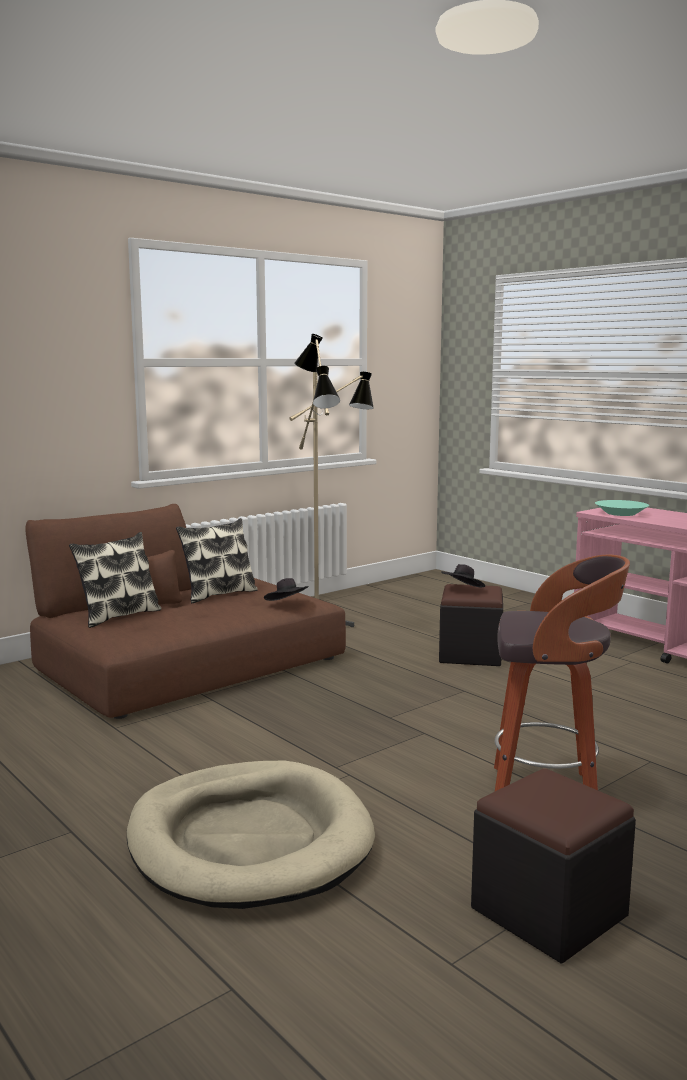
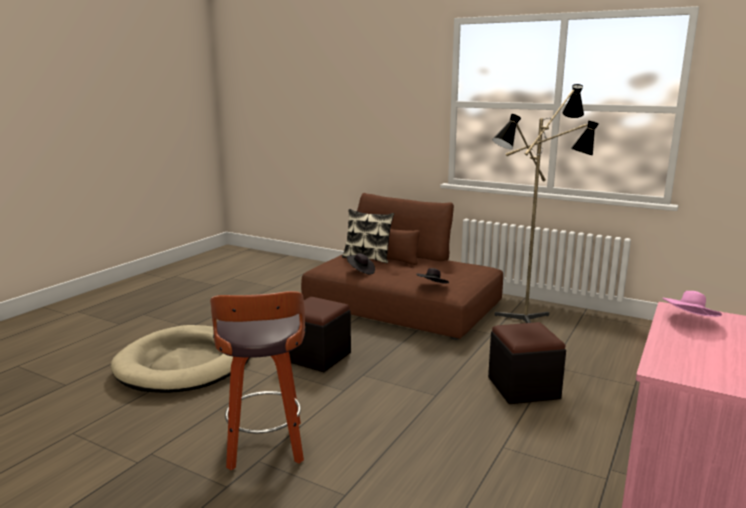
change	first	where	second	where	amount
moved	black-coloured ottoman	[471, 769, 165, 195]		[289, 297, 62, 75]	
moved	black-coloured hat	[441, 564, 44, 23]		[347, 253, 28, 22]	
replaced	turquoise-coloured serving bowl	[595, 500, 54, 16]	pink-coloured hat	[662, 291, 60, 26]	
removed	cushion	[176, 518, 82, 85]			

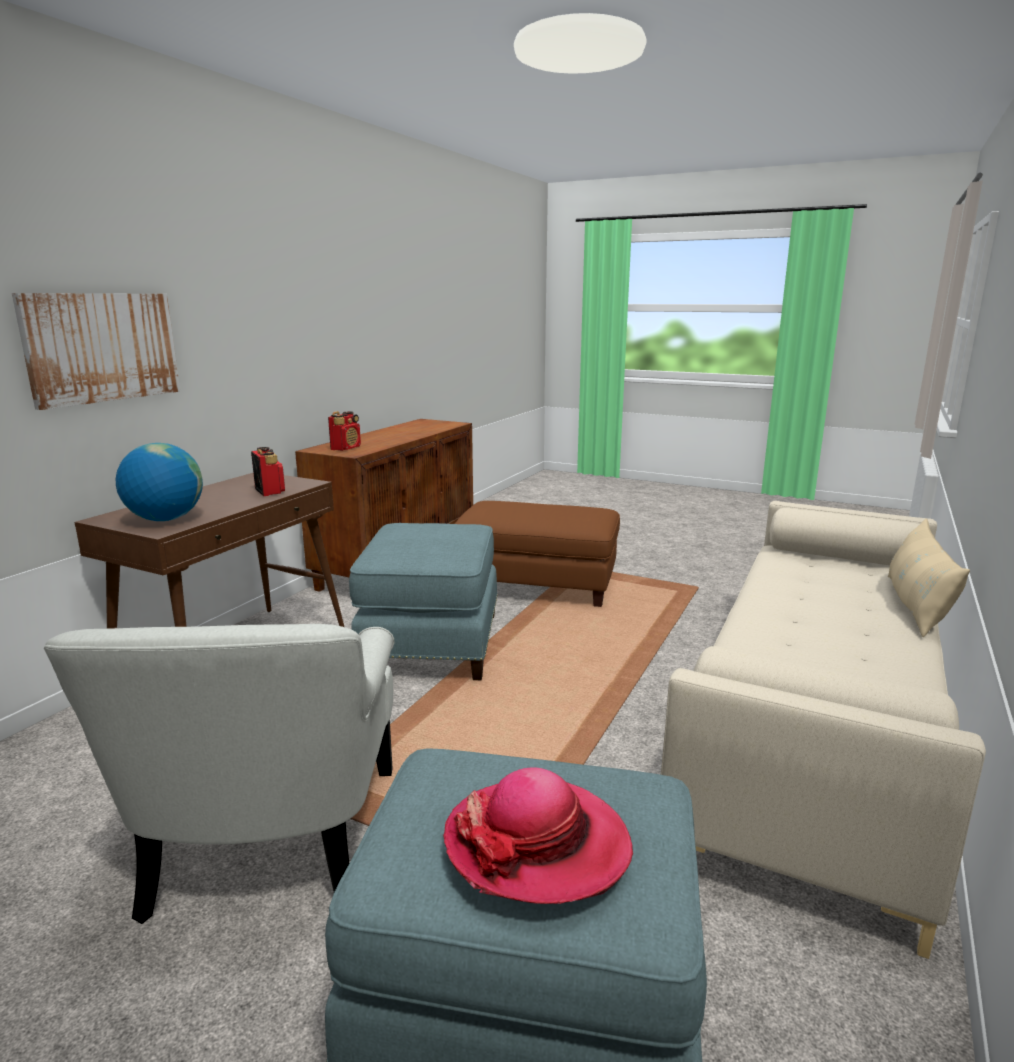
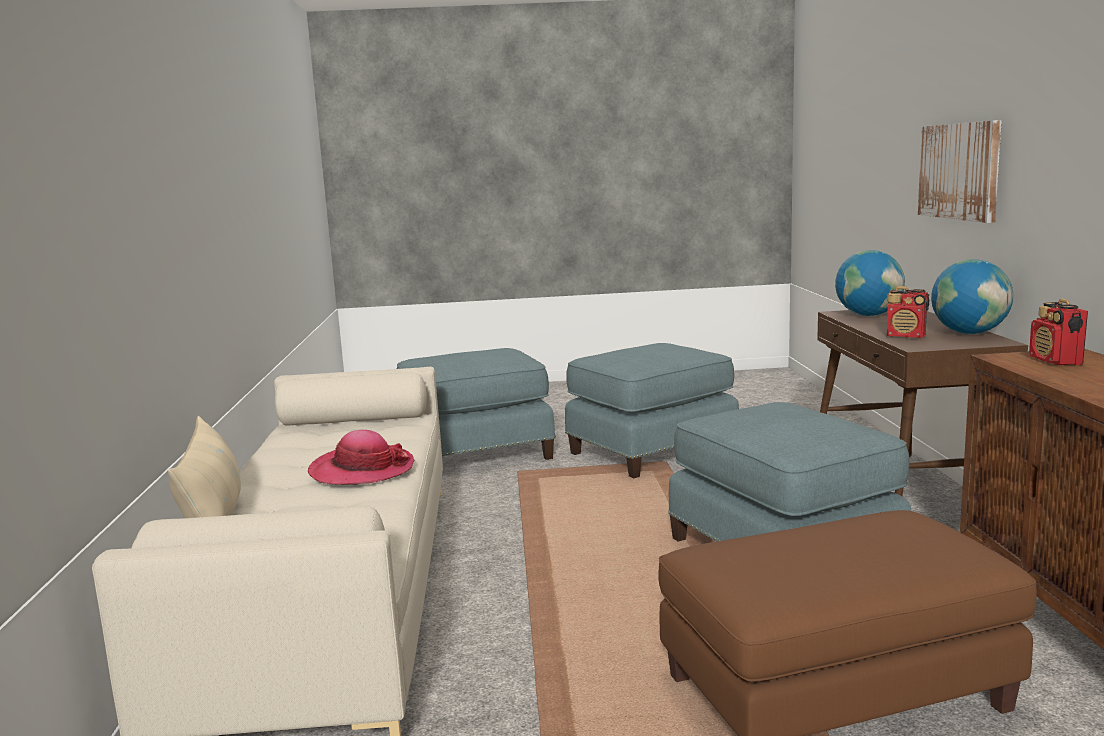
change	first	where	second	where	amount
moved	hat	[443, 768, 190, 136]		[308, 430, 106, 55]	
replaced	white easy chair	[44, 624, 350, 300]	blue ottoman	[565, 343, 174, 135]	
added			desk globe	[931, 259, 83, 75]	

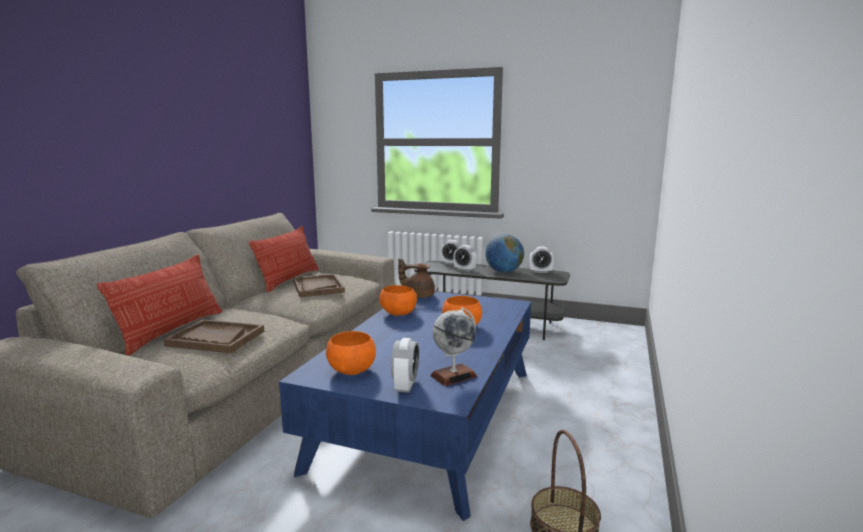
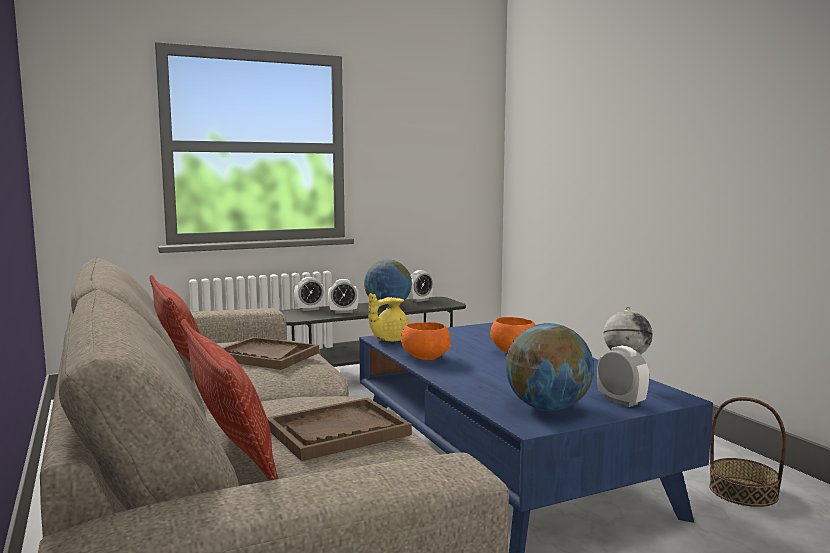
change	first	where	second	where	amount
recoloured	brown-coloured tea pot	[398, 258, 37, 40]	yellowish tea pot	[369, 293, 41, 49]	
replaced	orange serving bowl	[326, 331, 50, 44]	desk globe	[505, 323, 89, 88]	

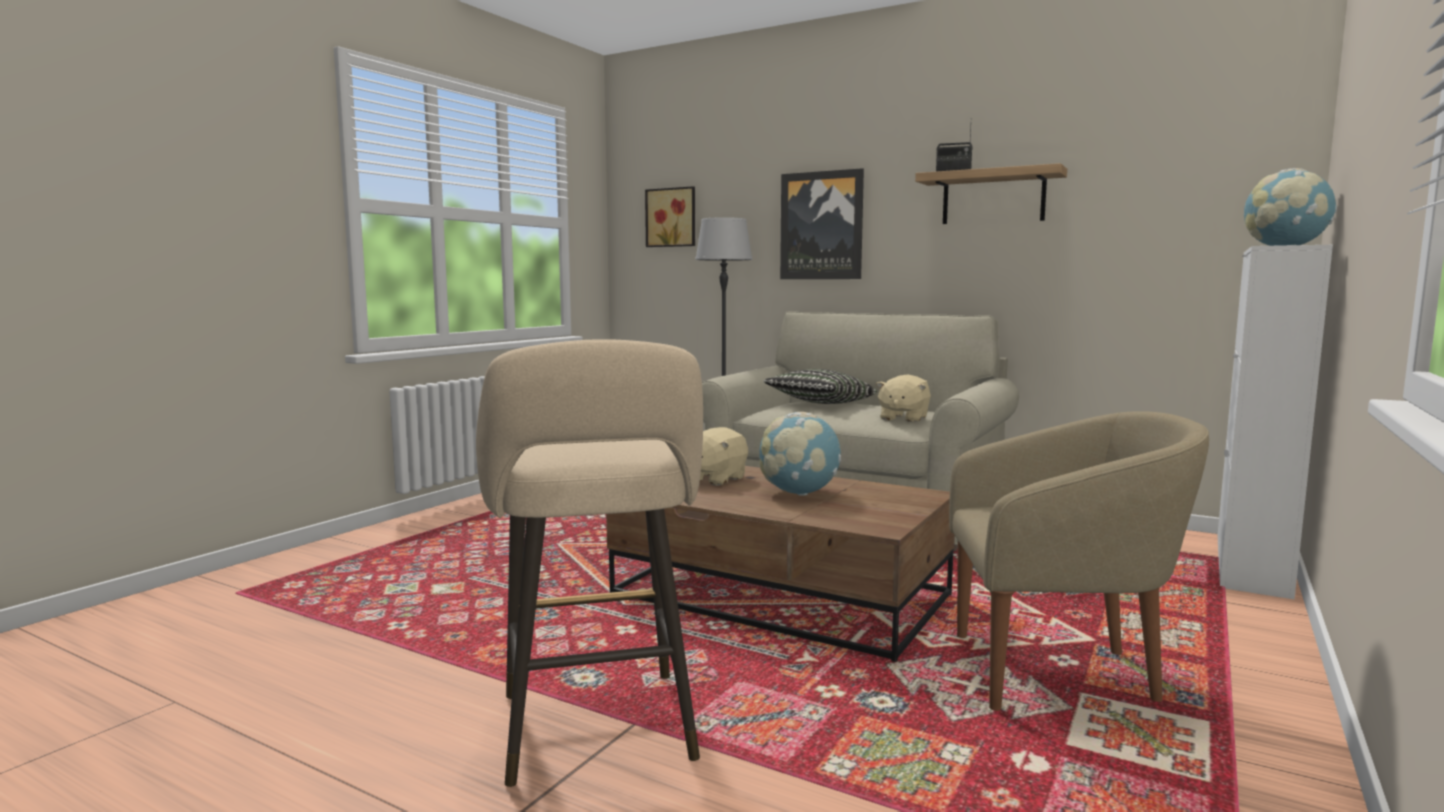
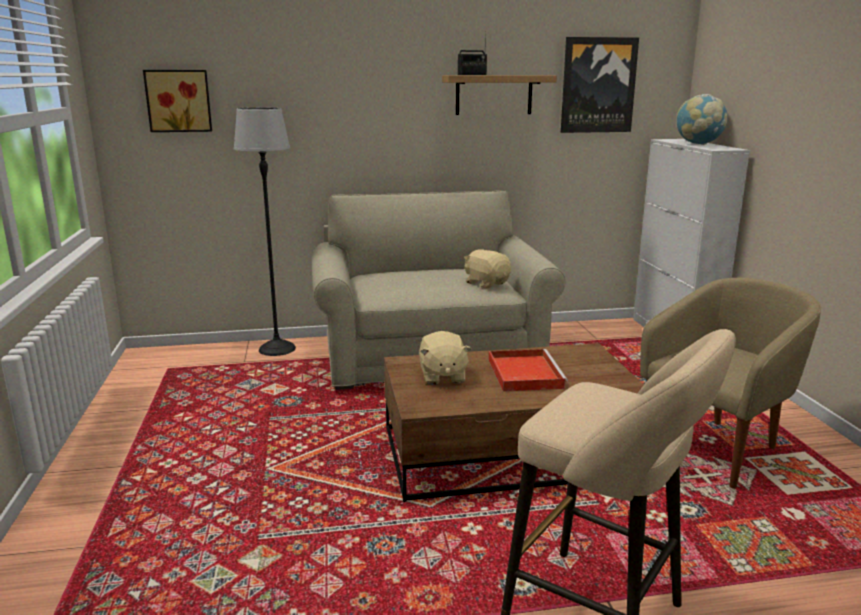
change	first	where	second	where	amount
turned	sand-coloured cuddly toy	[876, 374, 55, 48]		[464, 250, 47, 38]	150 degrees clockwise
replaced	desk globe	[760, 412, 81, 84]	red-coloured carrying tray	[489, 349, 79, 43]	
moved	wall picture	[780, 168, 84, 111]		[561, 37, 78, 96]	
removed	cushion	[763, 369, 114, 35]			

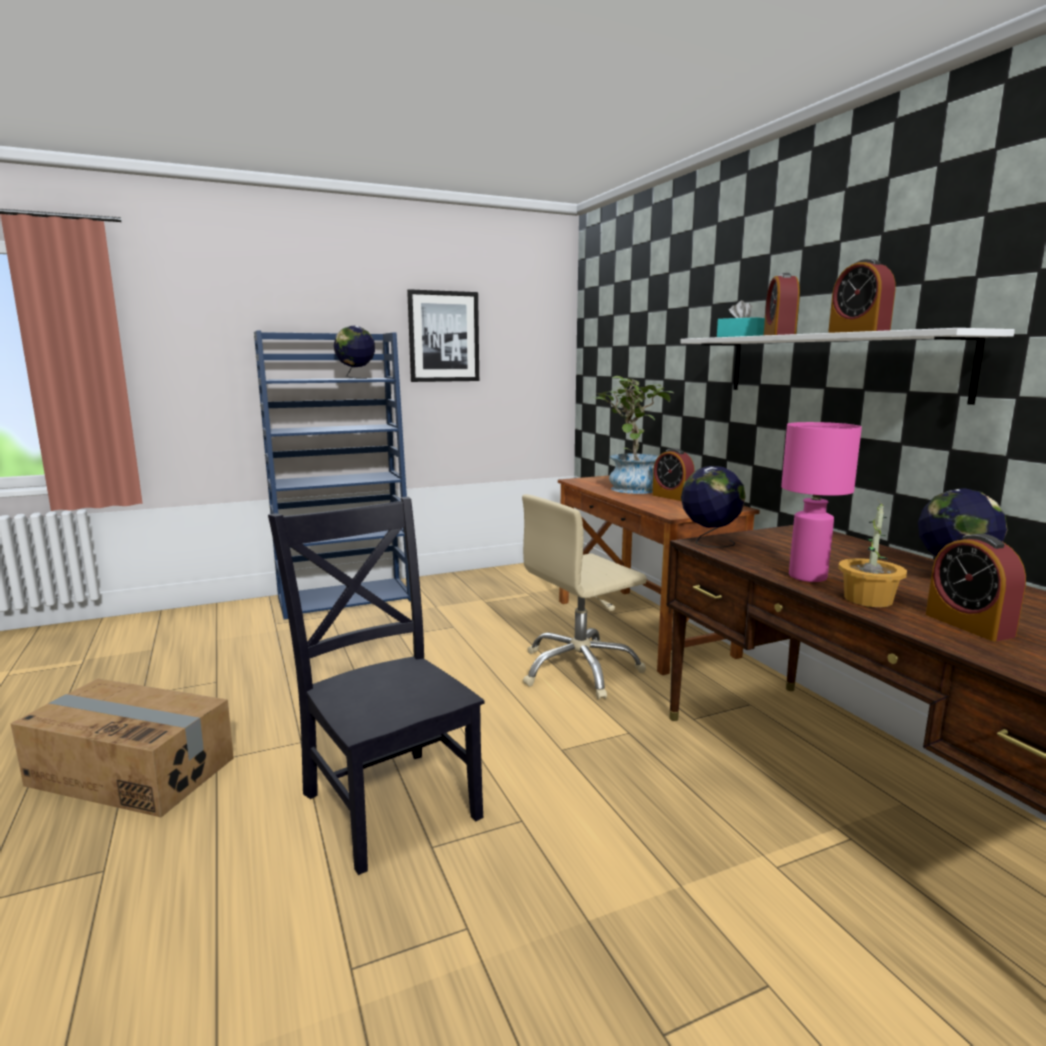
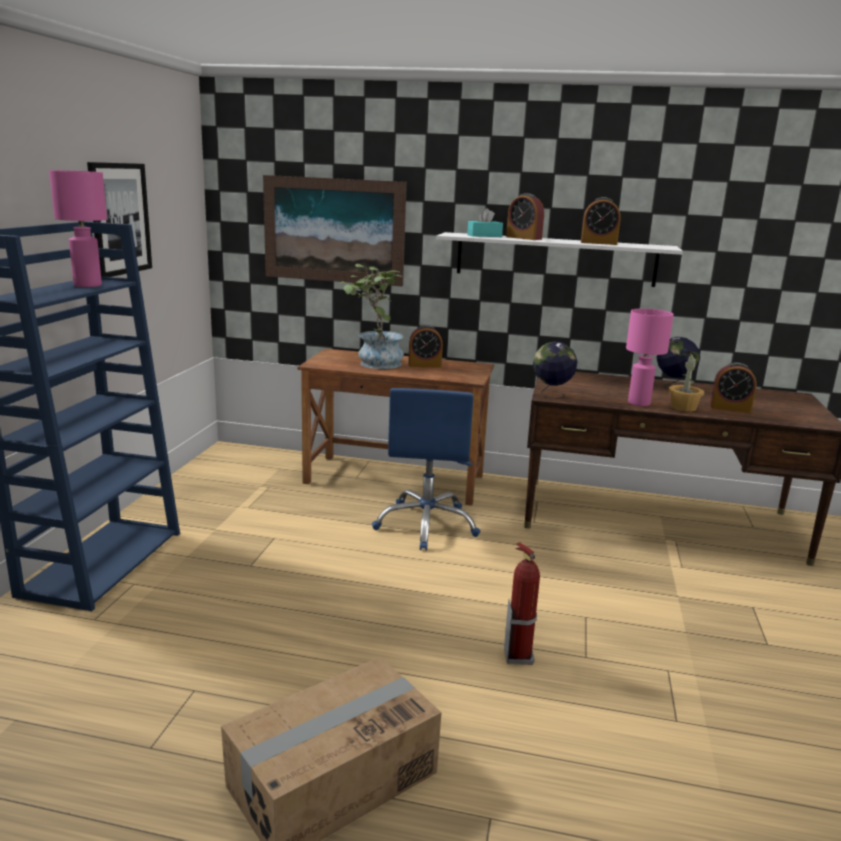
change	first	where	second	where	amount
replaced	desk globe	[334, 326, 41, 53]	pink-coloured tabletop lamp	[49, 170, 58, 117]	
added			wall picture	[263, 175, 144, 111]	
recoloured	sand-coloured computer chair	[522, 494, 125, 206]	blue computer chair	[372, 388, 109, 163]	
replaced	black-coloured plain chair	[268, 497, 217, 378]	fire extinguisher	[504, 542, 36, 123]	

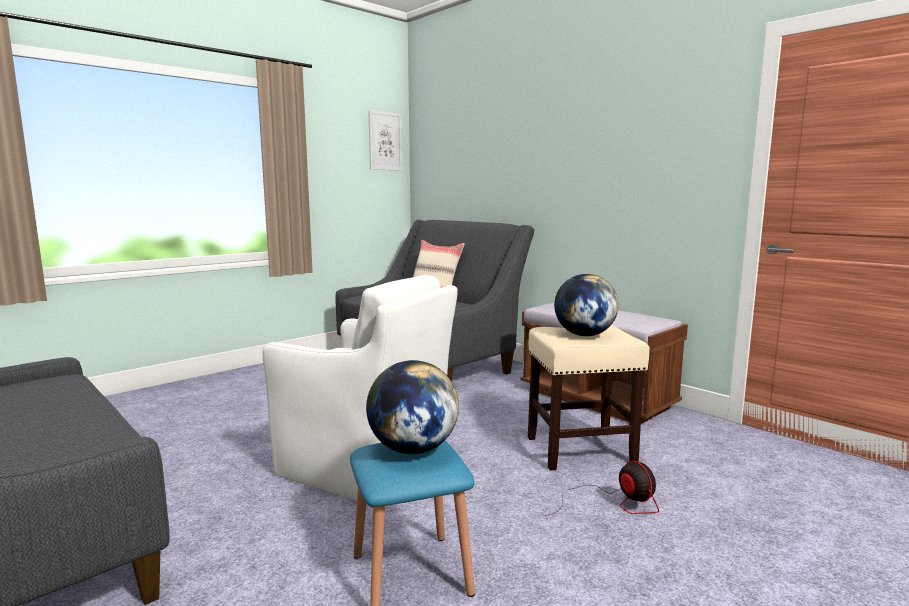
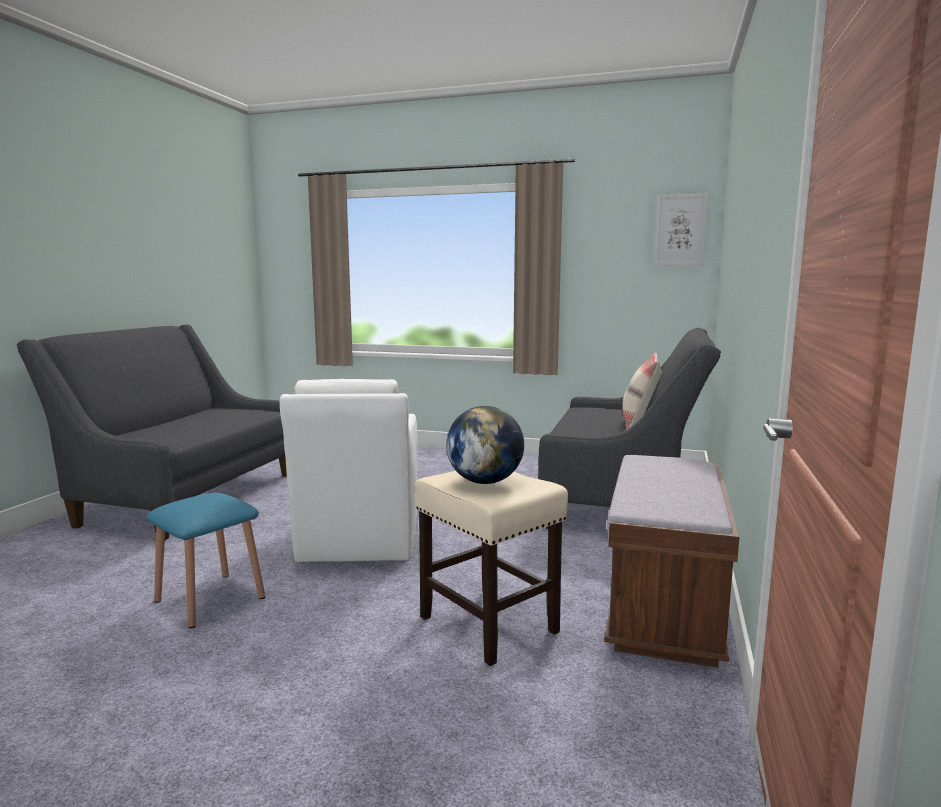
change	first	where	second	where	amount
removed	desk globe	[366, 360, 93, 94]			
removed	electric fan	[545, 461, 114, 55]			

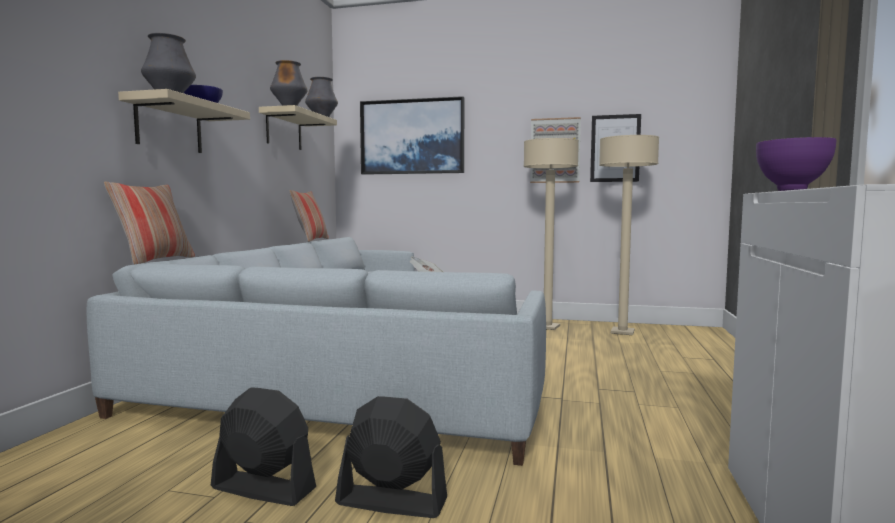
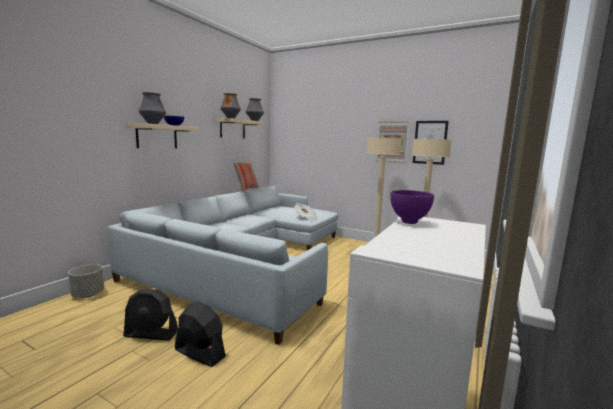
change	first	where	second	where	amount
added			greyish planter	[68, 264, 36, 34]	
turned	black-coloured electric fan	[211, 387, 105, 119]		[123, 289, 55, 52]	150 degrees clockwise
removed	cushion	[104, 181, 91, 84]			
removed	wall picture	[360, 96, 104, 79]			

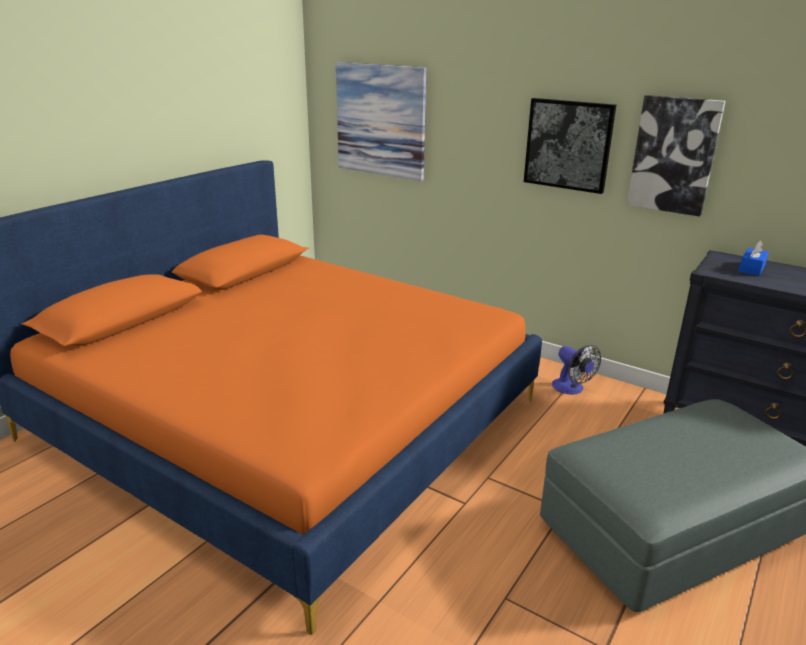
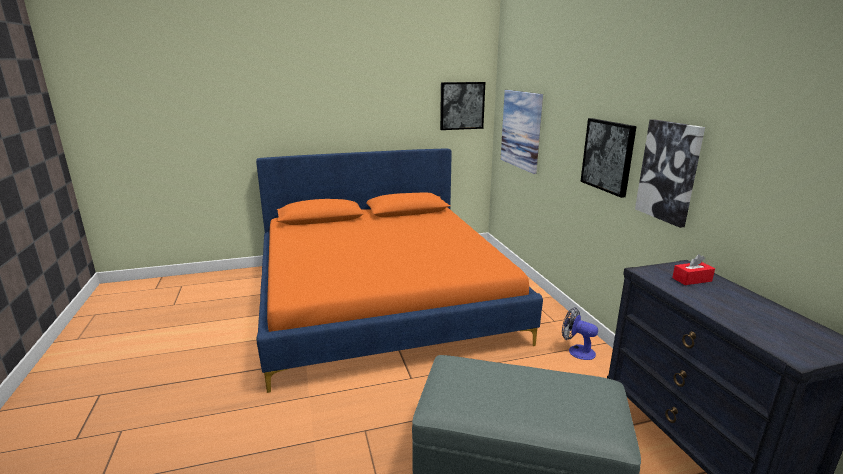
change	first	where	second	where	amount
added			wall picture	[440, 82, 45, 48]	
turned	electric fan	[552, 345, 49, 49]		[562, 307, 36, 53]	120 degrees clockwise
recoloured	blue box of tissues	[739, 240, 30, 36]	red-coloured box of tissues	[672, 254, 43, 31]	

